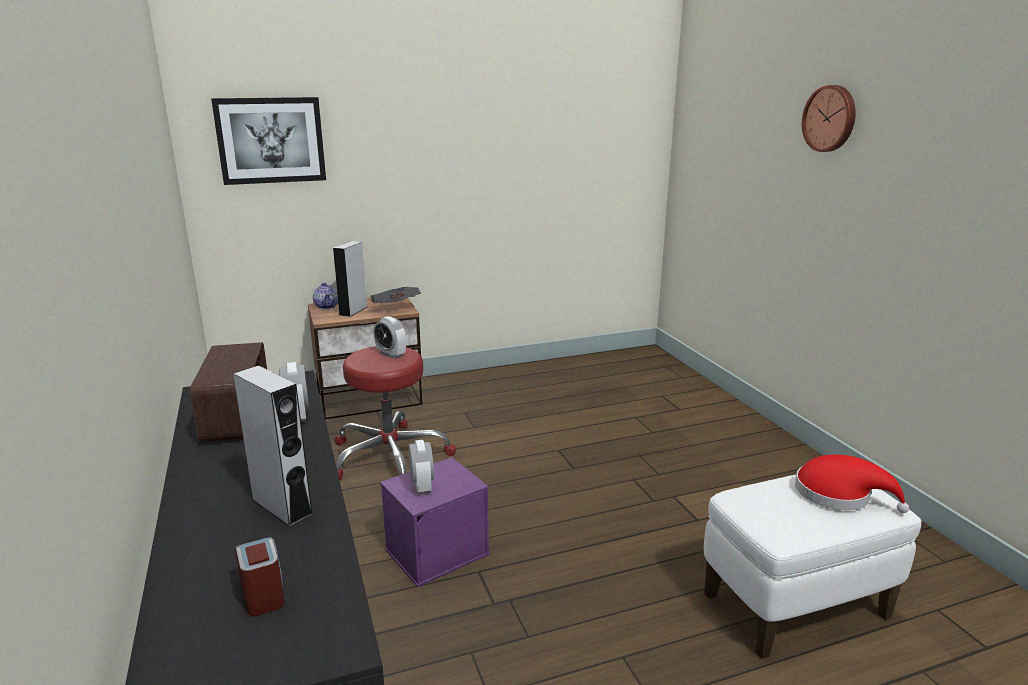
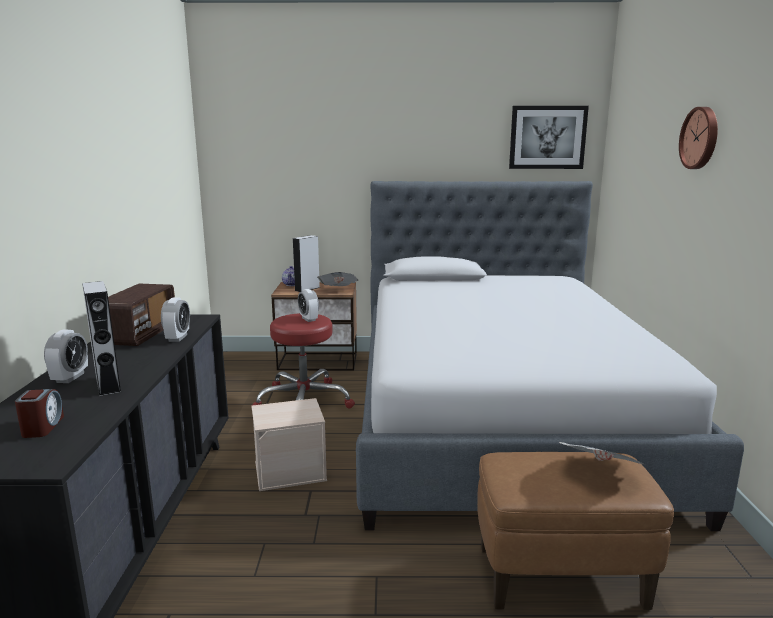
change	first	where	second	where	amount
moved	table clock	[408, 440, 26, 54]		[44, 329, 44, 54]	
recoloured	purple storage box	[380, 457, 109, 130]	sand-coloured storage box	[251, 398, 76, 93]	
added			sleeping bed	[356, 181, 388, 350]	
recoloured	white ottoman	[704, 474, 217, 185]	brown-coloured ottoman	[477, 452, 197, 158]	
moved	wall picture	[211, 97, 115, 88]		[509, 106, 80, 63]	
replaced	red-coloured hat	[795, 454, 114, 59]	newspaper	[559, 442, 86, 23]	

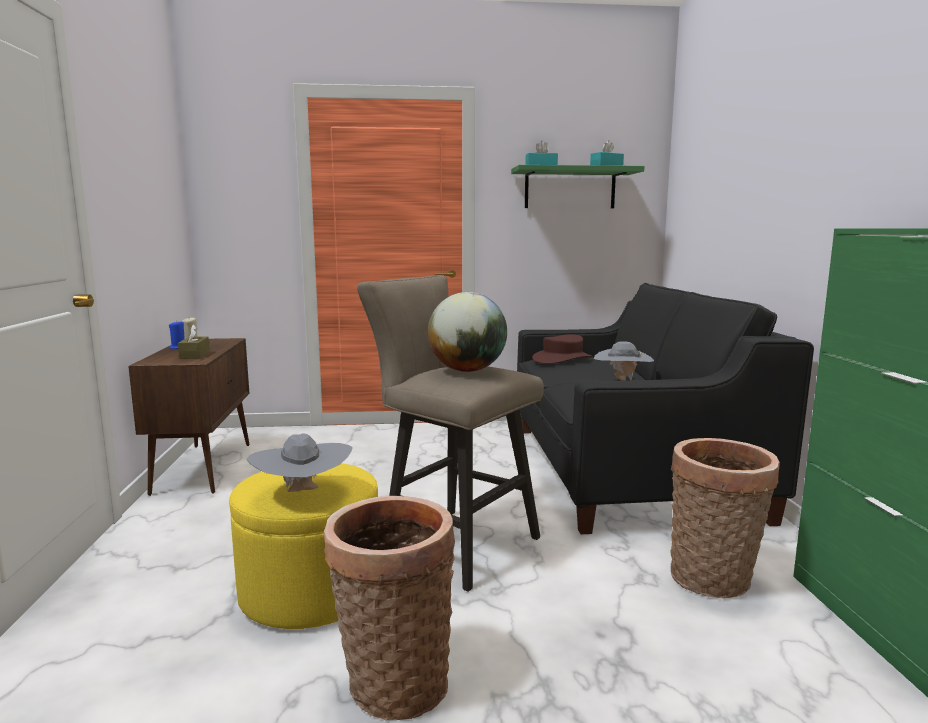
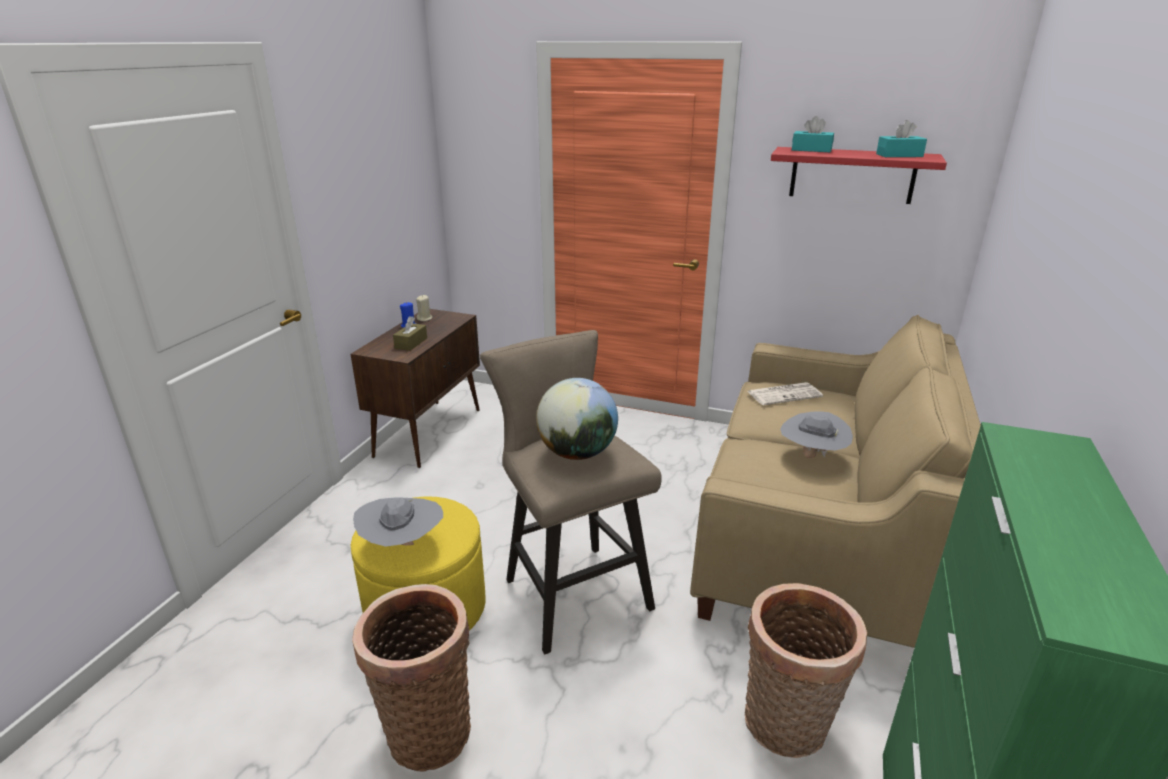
change	first	where	second	where	amount
recoloured	black-coloured couch	[517, 283, 297, 251]	sand-coloured couch	[690, 315, 291, 333]	
replaced	brown-coloured hat	[532, 334, 61, 30]	newspaper	[747, 382, 76, 23]	
recoloured	green-coloured shelf	[511, 165, 133, 43]	red-coloured shelf	[771, 147, 176, 57]	

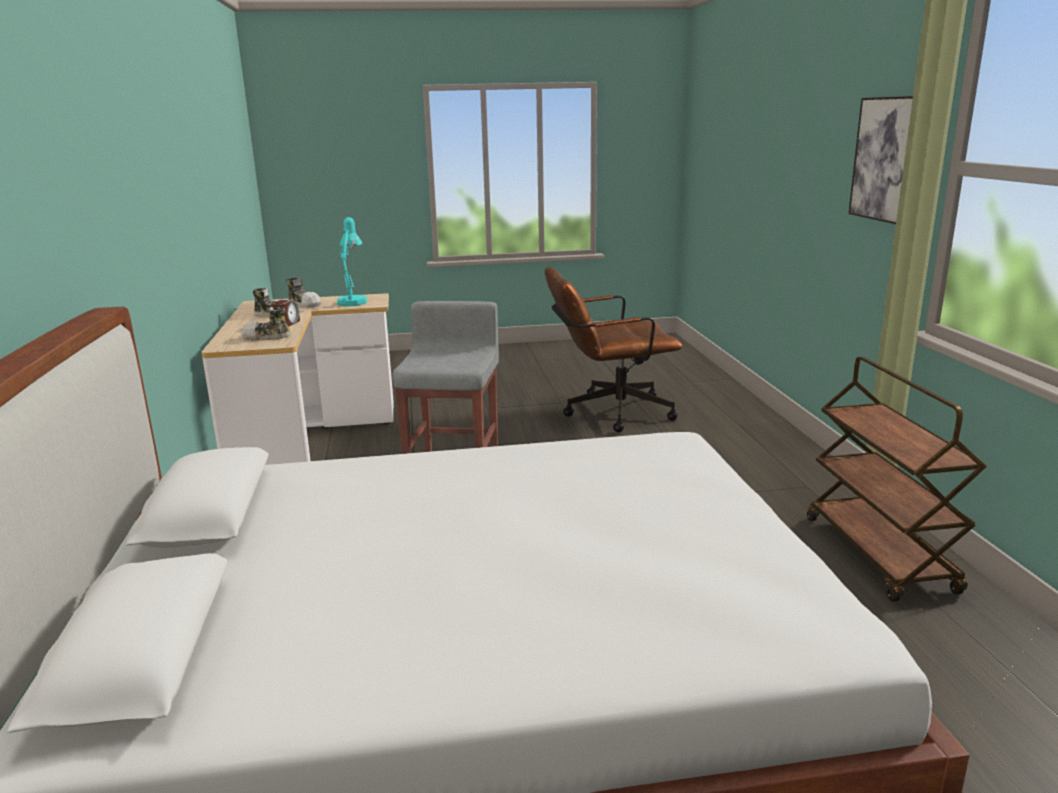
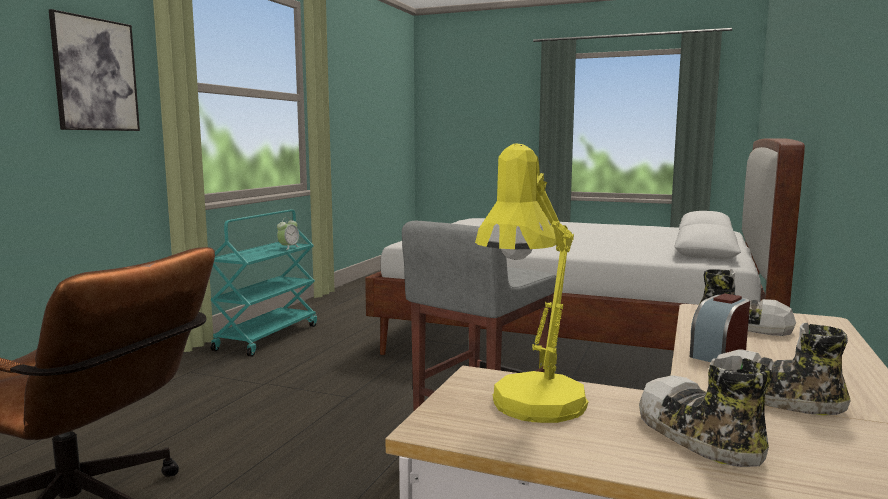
change	first	where	second	where	amount
recoloured	brown-coloured wheeled cart	[807, 356, 180, 246]	turquoise-coloured wheeled cart	[211, 209, 106, 148]	
added			table clock	[277, 217, 23, 33]	
recoloured	turquoise-coloured tabletop lamp	[337, 217, 30, 89]	yellowish tabletop lamp	[475, 143, 114, 280]	

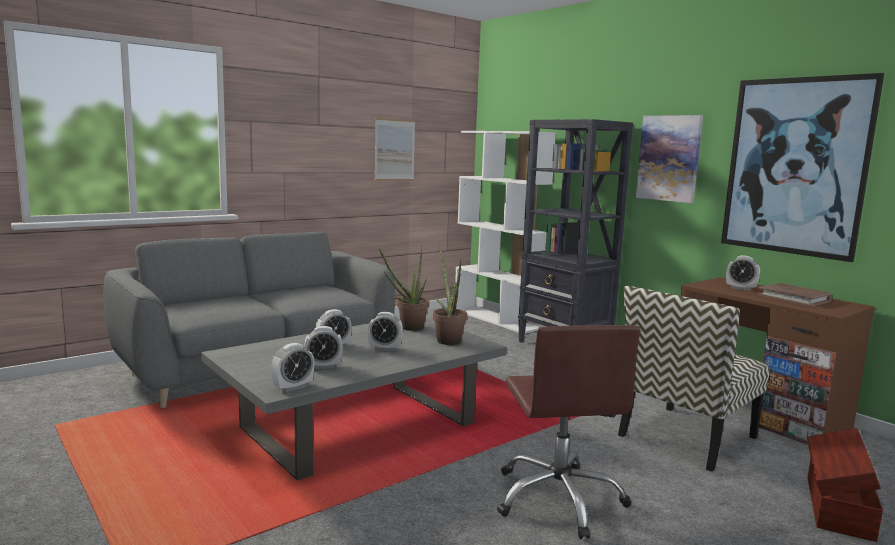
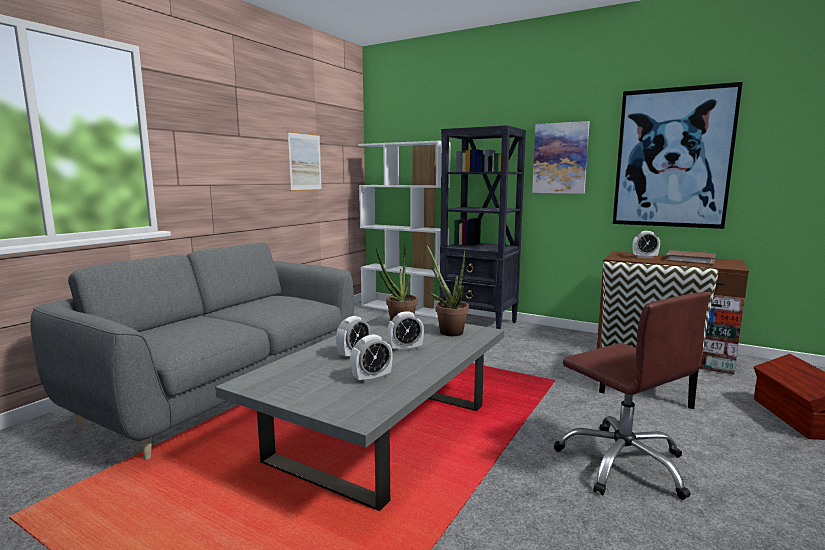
change	first	where	second	where	amount
removed	table clock	[271, 343, 43, 49]			

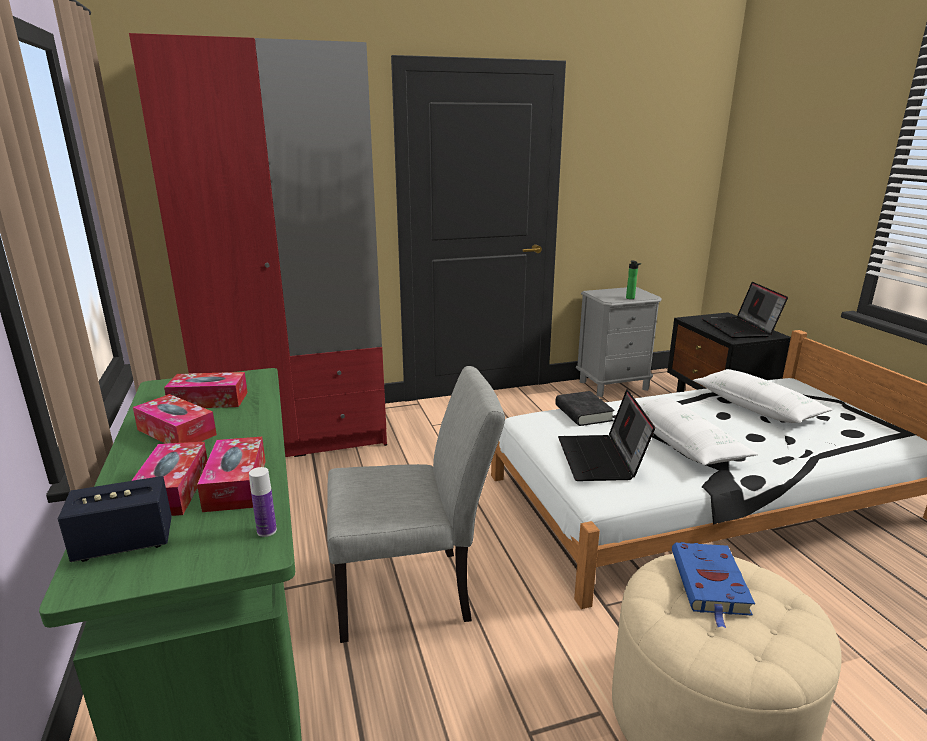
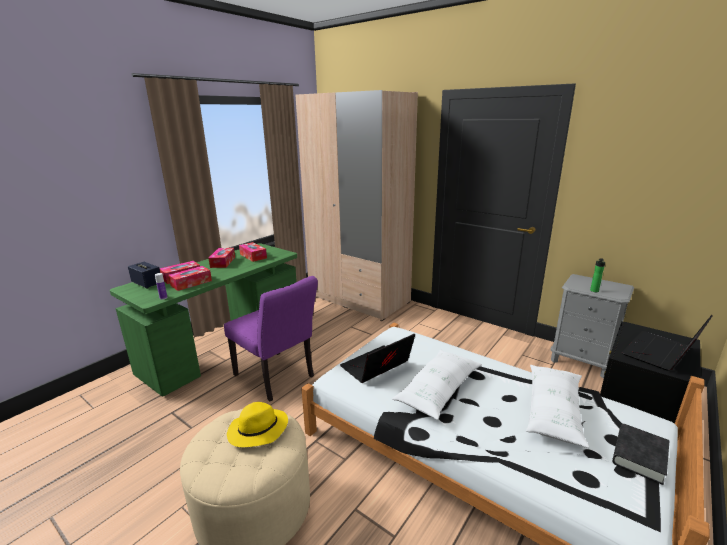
change	first	where	second	where	amount
recoloured	greyish plain chair	[327, 366, 178, 277]	purple plain chair	[224, 276, 94, 125]	
replaced	blue volume	[672, 542, 83, 86]	yellowish hat	[227, 402, 61, 45]	
recoloured	red-coloured armoire	[129, 33, 258, 424]	sand-coloured armoire	[295, 90, 123, 231]	
moved	black-coloured volume	[555, 391, 59, 35]		[612, 424, 57, 61]	

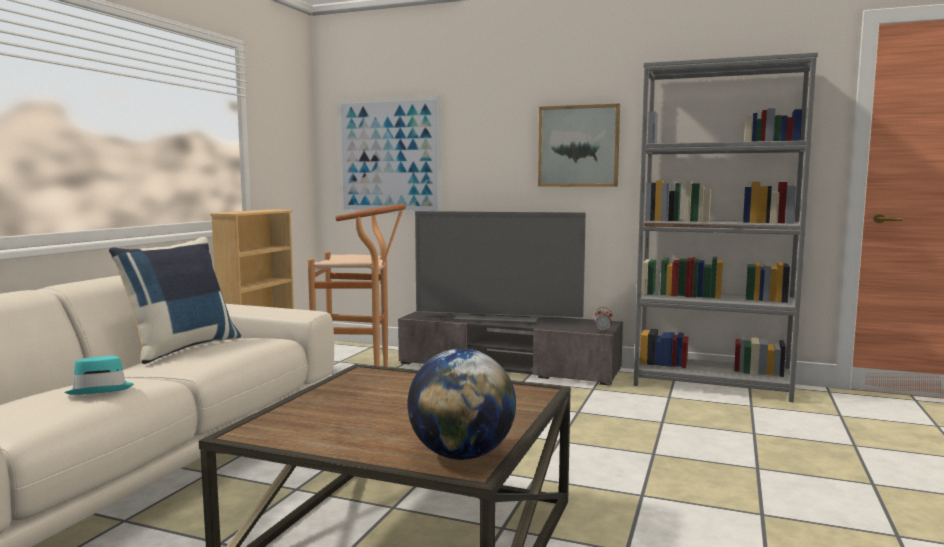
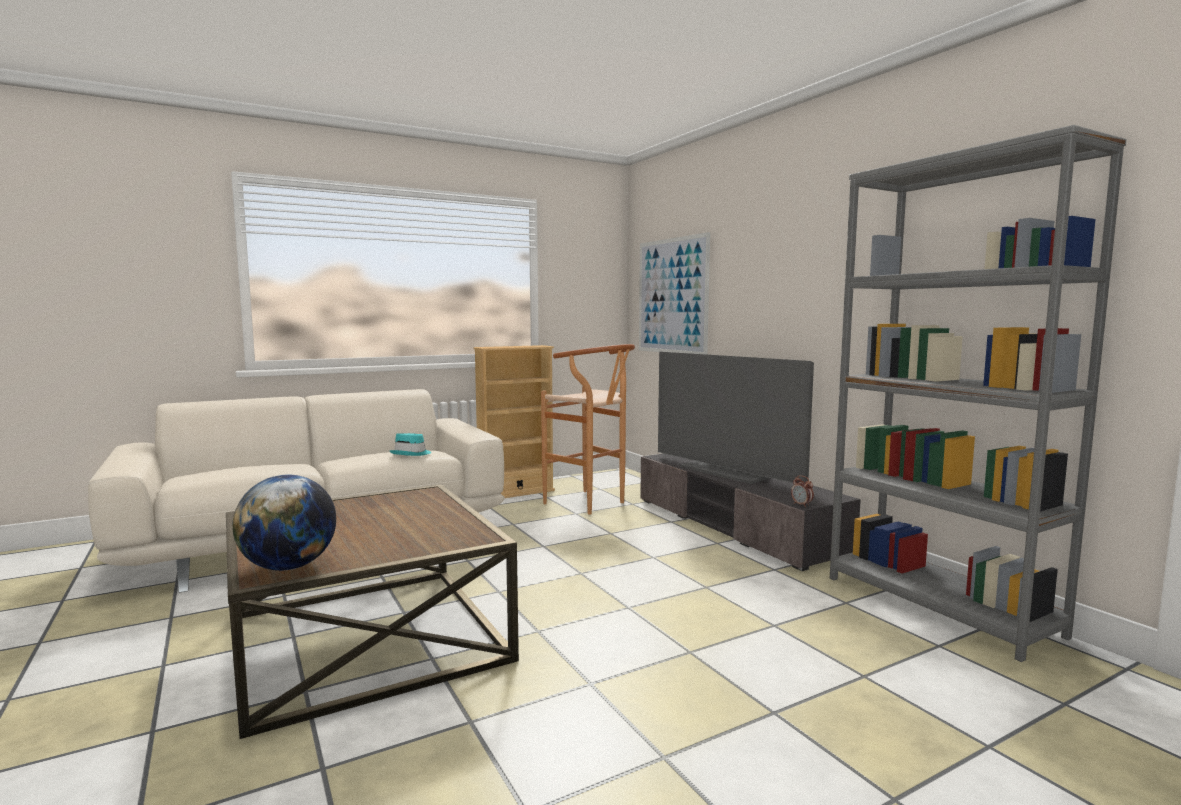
change	first	where	second	where	amount
moved	turquoise-coloured hat	[64, 356, 70, 39]		[390, 433, 41, 23]	
removed	blue cushion	[109, 237, 132, 127]			
removed	wall picture	[538, 104, 82, 83]			

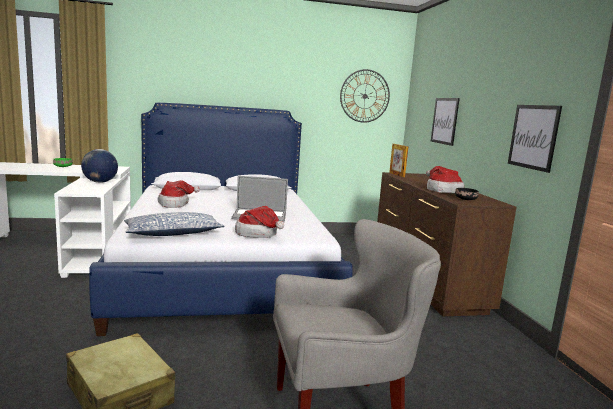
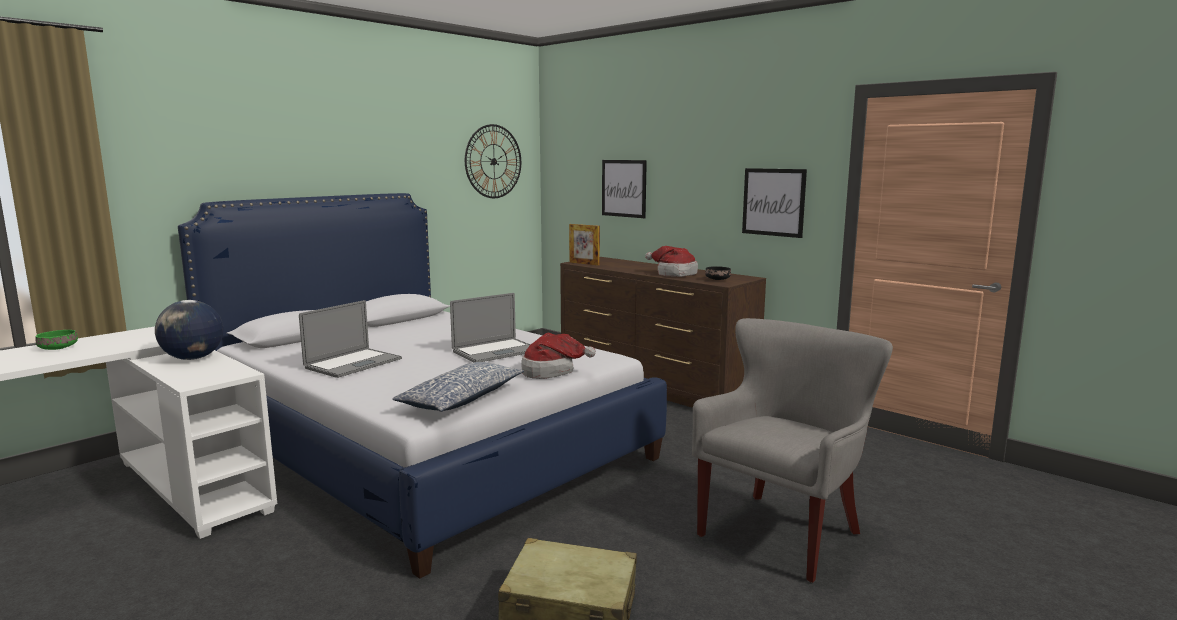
change	first	where	second	where	amount
replaced	hat	[157, 180, 43, 28]	laptop	[299, 300, 103, 78]	

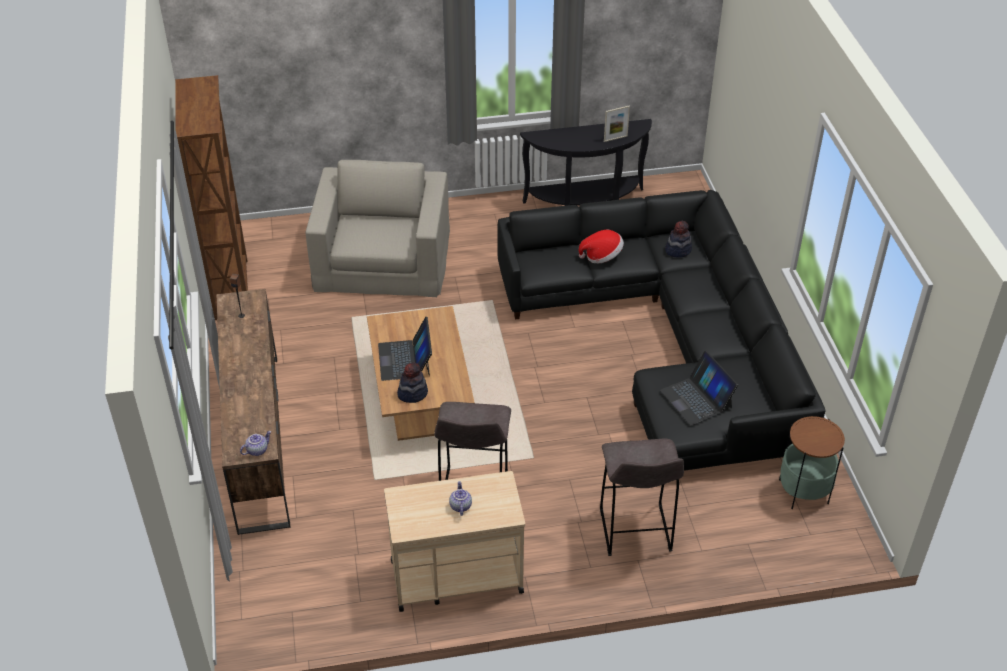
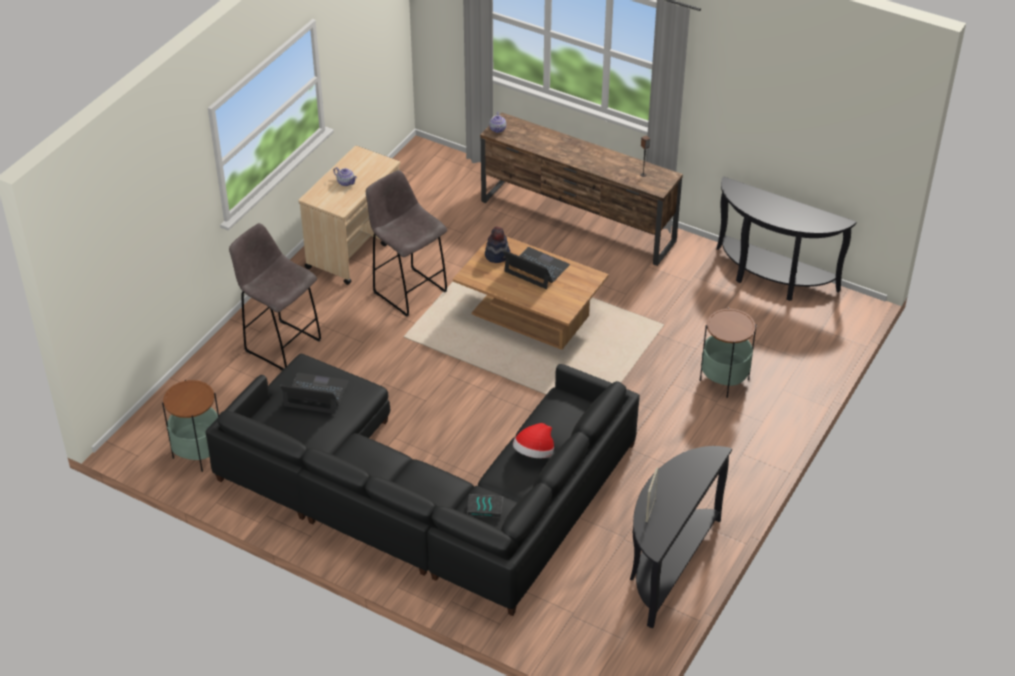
change	first	where	second	where	amount
replaced	hat	[665, 221, 27, 37]	volume	[467, 494, 37, 24]	
replaced	sand-coloured easy chair	[306, 160, 144, 137]	end table	[700, 308, 57, 90]	
replaced	brown-coloured bookcase	[175, 75, 73, 245]	black-coloured narrow table	[716, 176, 141, 125]	

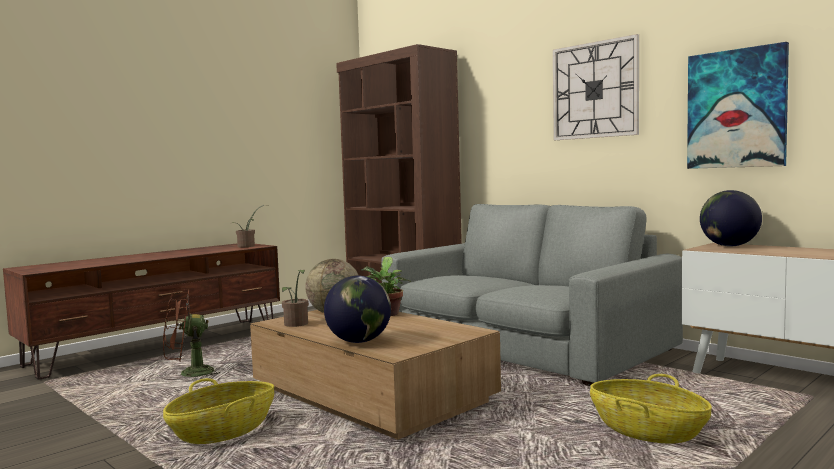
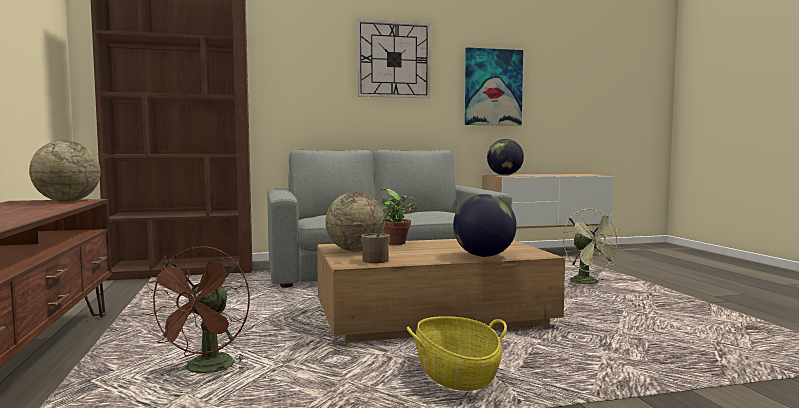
change	first	where	second	where	amount
replaced	potted plant	[230, 205, 38, 42]	desk globe	[29, 140, 72, 62]	
replaced	storage basket	[590, 374, 122, 70]	green-coloured electric fan	[563, 208, 60, 76]	

